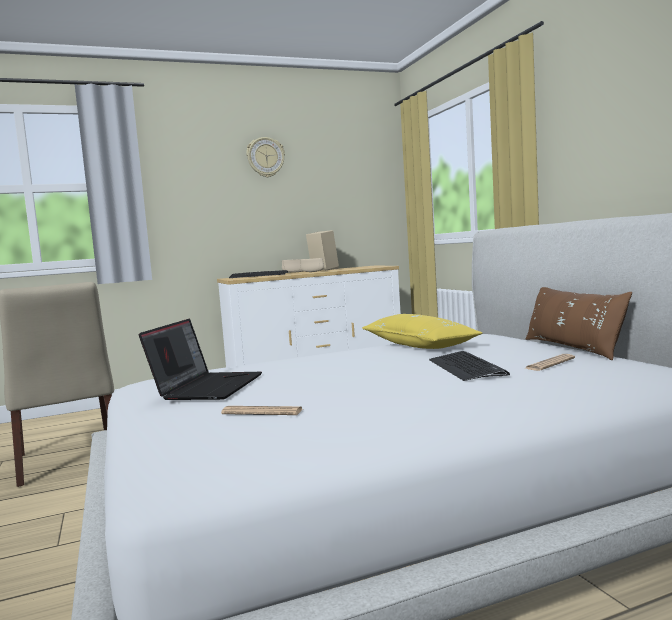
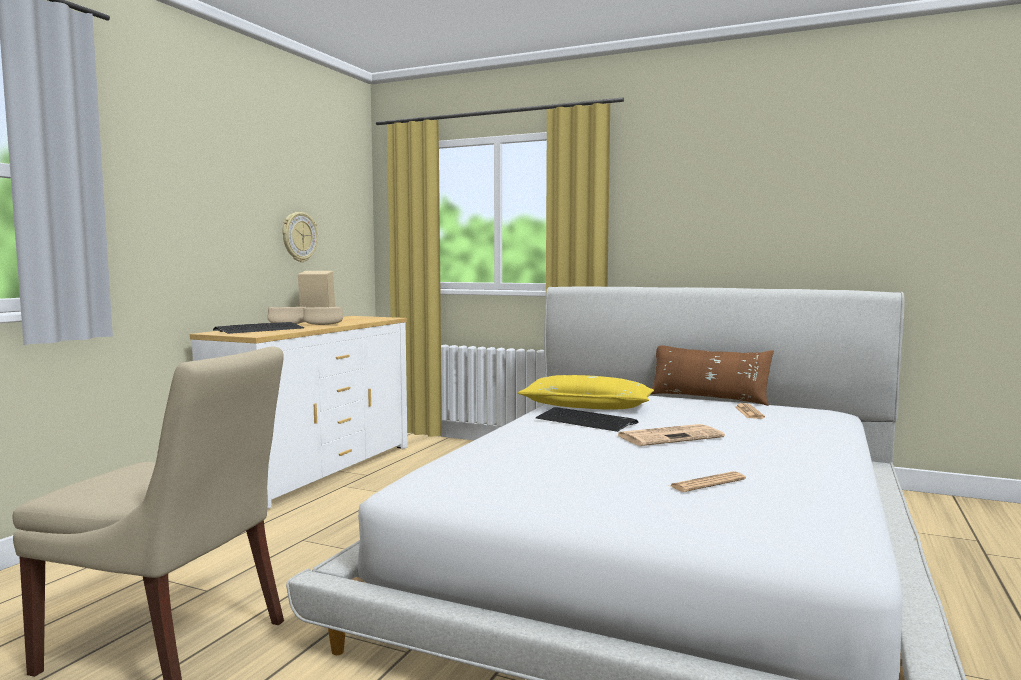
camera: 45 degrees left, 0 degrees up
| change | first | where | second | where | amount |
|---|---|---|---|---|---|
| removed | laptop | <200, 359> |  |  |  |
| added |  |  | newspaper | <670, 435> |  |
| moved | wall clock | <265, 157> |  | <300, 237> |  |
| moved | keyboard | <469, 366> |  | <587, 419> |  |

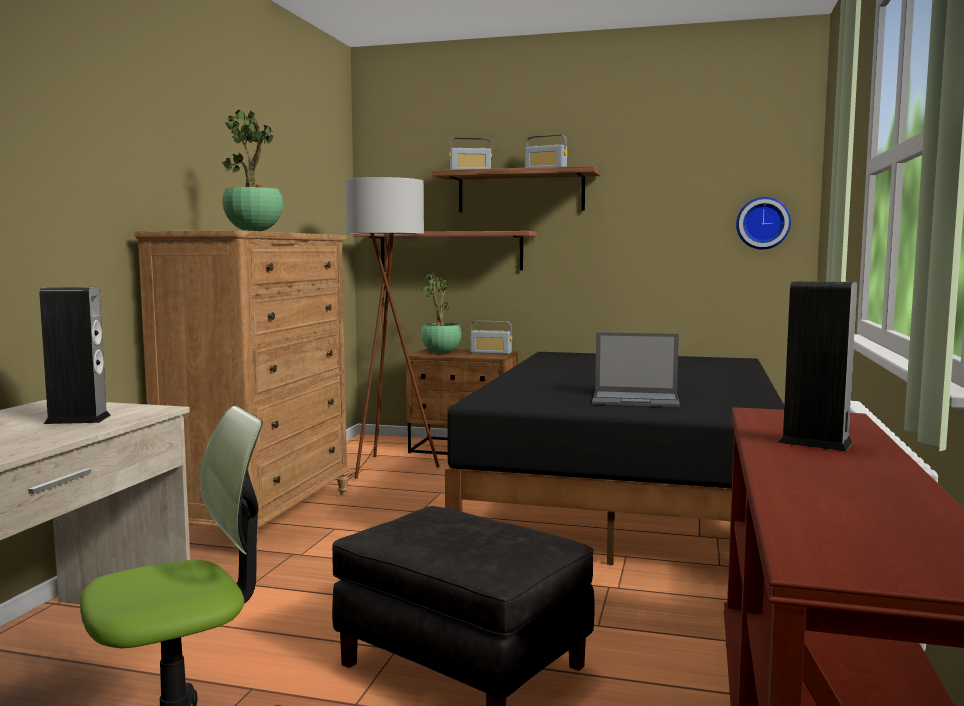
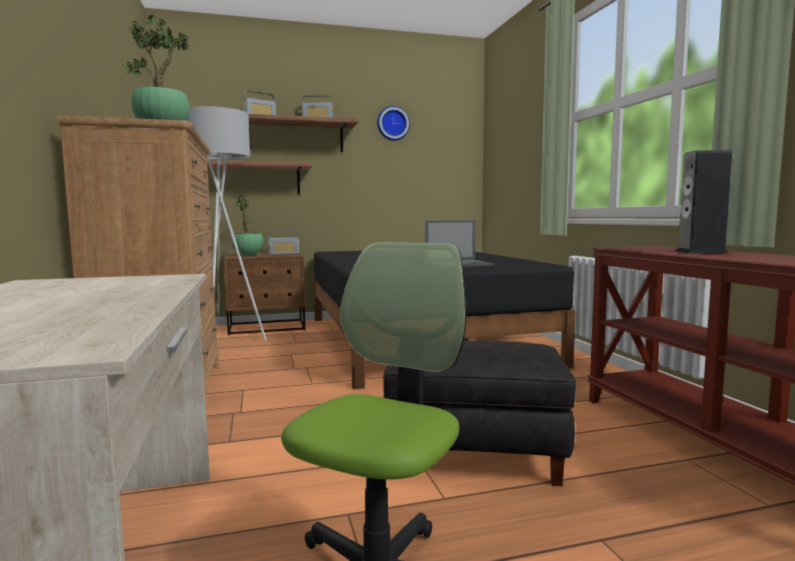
camera: 30 degrees left, 0 degrees up
| change | first | where | second | where | amount |
|---|---|---|---|---|---|
| removed | speaker | <75, 355> |  |  |  |
| moved | wall clock | <763, 223> |  | <393, 123> |  |
| recoloured | floor lamp (brown) | <388, 328> | floor lamp (white) | <226, 223> |  |

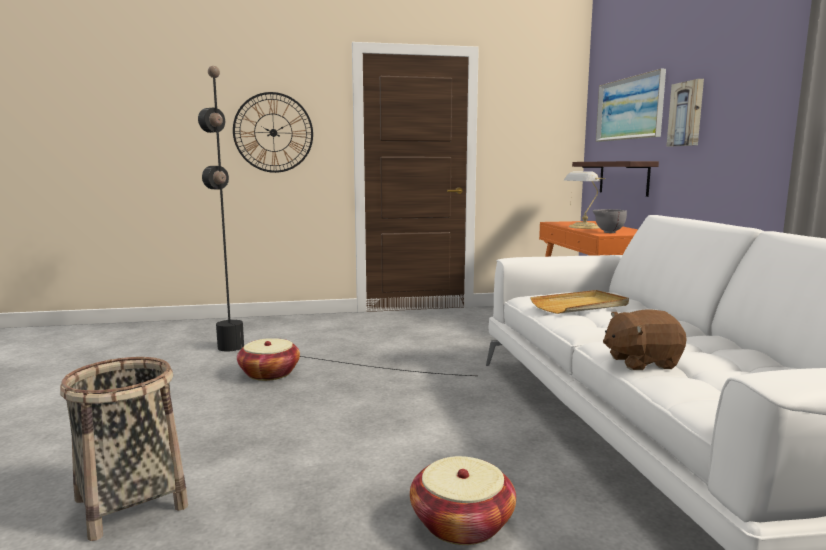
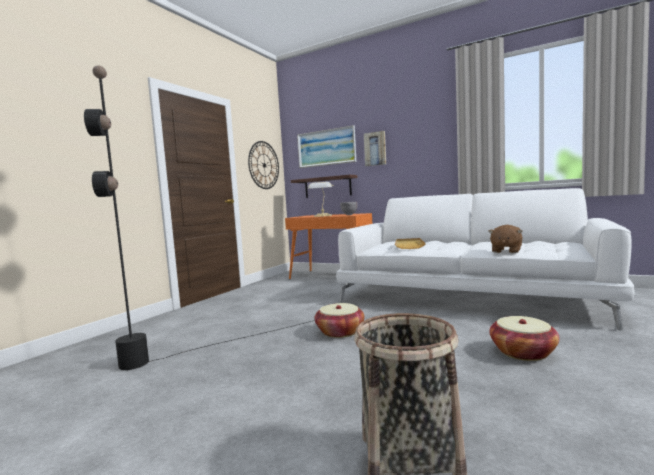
camera: 50 degrees left, 5 degrees down
| change | first | where | second | where | amount |
|---|---|---|---|---|---|
| moved | wall clock | <273, 132> |  | <263, 165> |  |
| moved | basket | <268, 359> |  | <339, 320> |  |

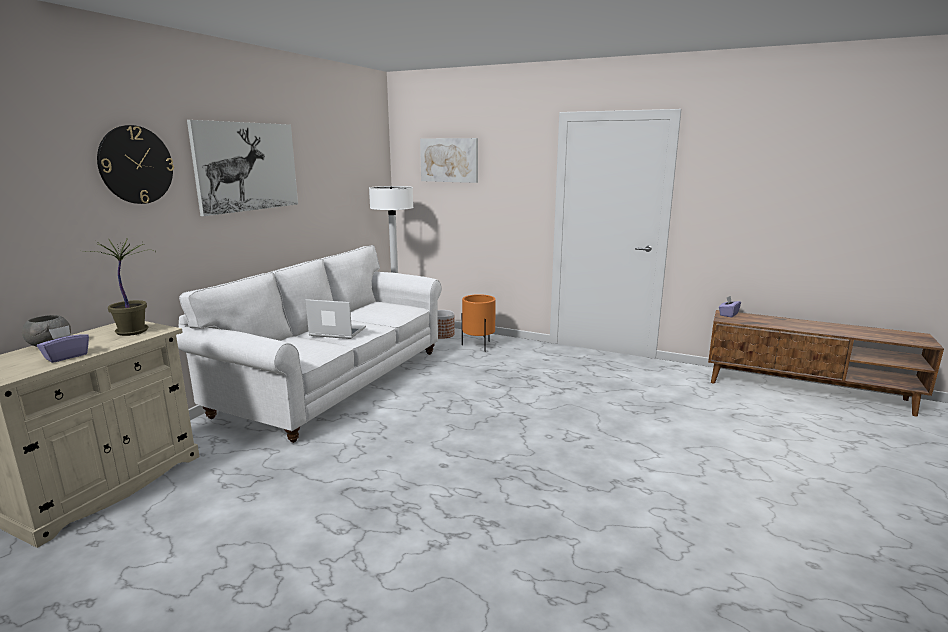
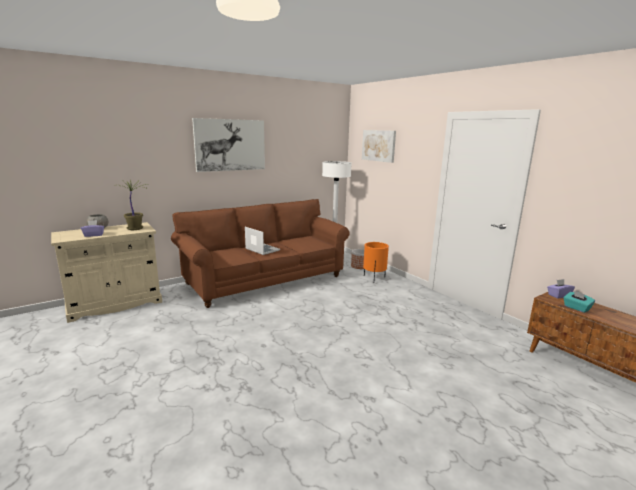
camera: 30 degrees right, 0 degrees up
| change | first | where | second | where | amount |
|---|---|---|---|---|---|
| removed | wall clock | <135, 164> |  |  |  |
| added |  |  | tissue box (turquoise) | <579, 302> |  |
| recoloured | sofa (white) | <308, 344> | sofa (brown) | <260, 253> |  |

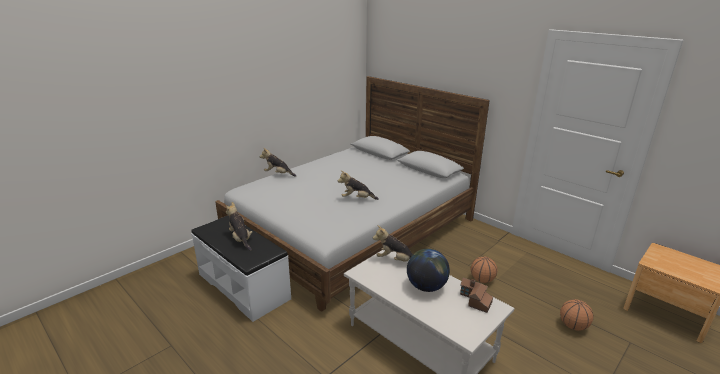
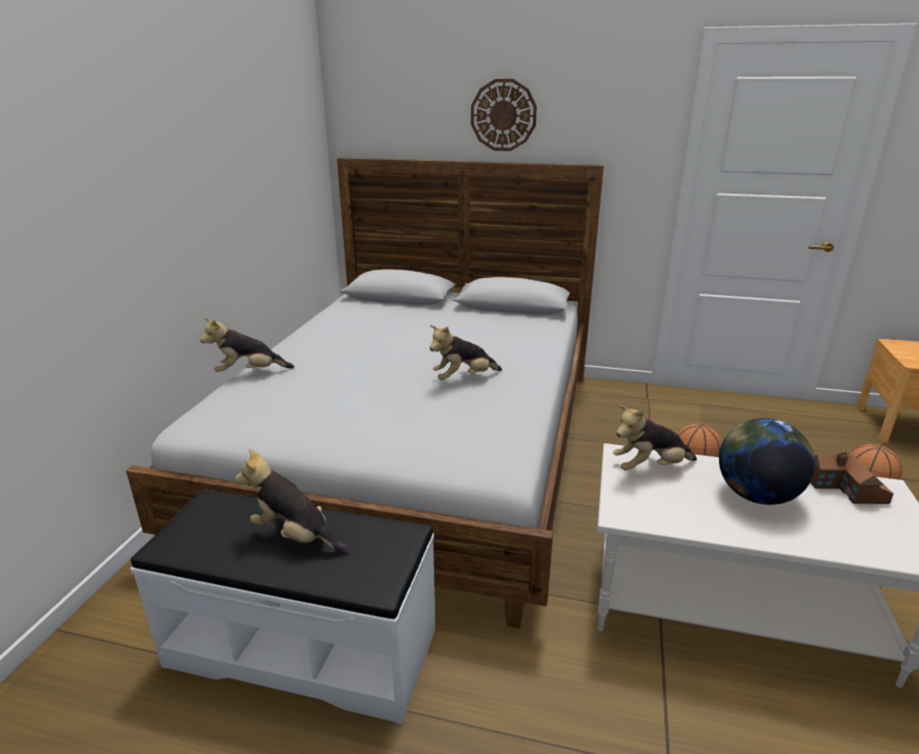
camera: 30 degrees left, 0 degrees up
| change | first | where | second | where | amount |
|---|---|---|---|---|---|
| added |  |  | wall clock | <504, 115> |  |

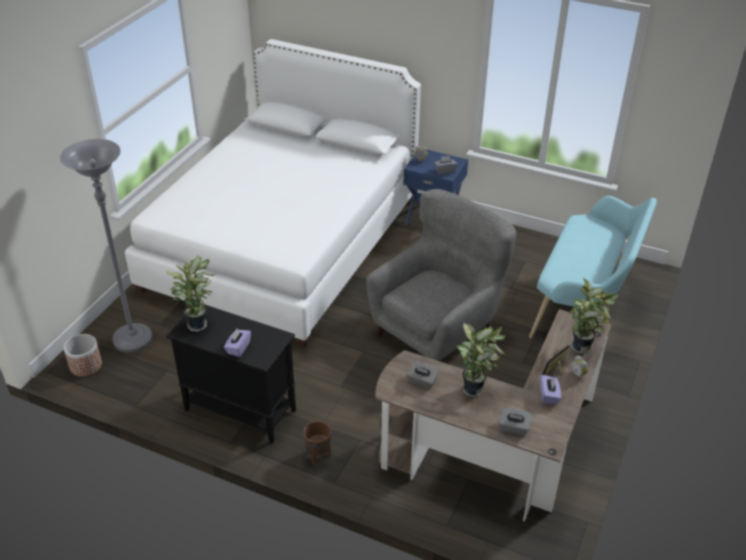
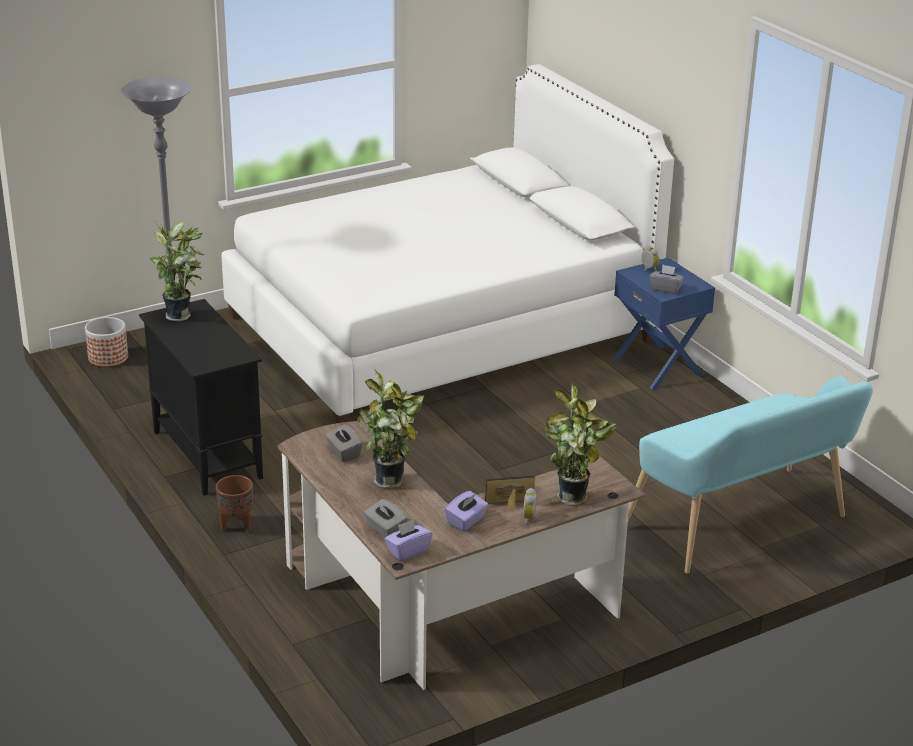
camera: 35 degrees right, 10 degrees down
| change | first | where | second | where | amount |
|---|---|---|---|---|---|
| removed | armchair (grey) | <441, 274> |  |  |  |
| moved | tissue box (purple) | <237, 343> |  | <408, 540> |  |

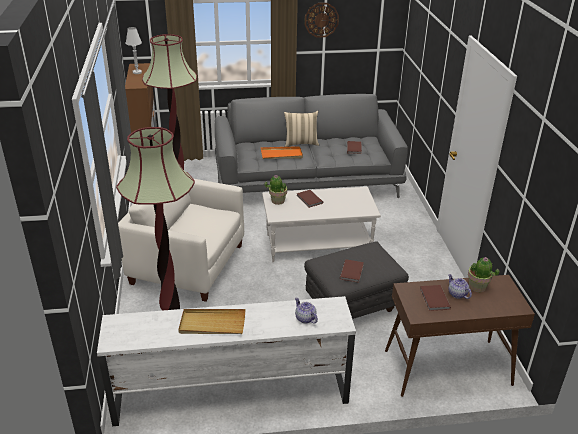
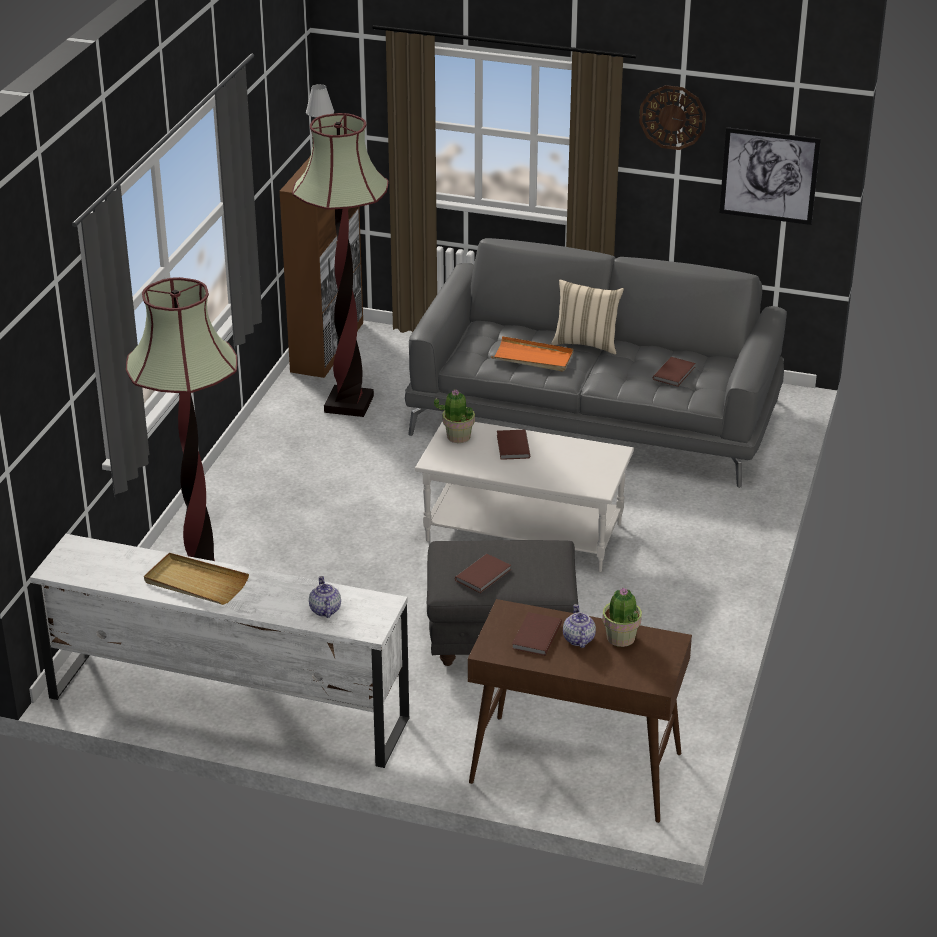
camera: 25 degrees right, 0 degrees up
| change | first | where | second | where | amount |
|---|---|---|---|---|---|
| removed | armchair (white) | <181, 240> |  |  |  |
| added |  |  | picture | <770, 176> |  |

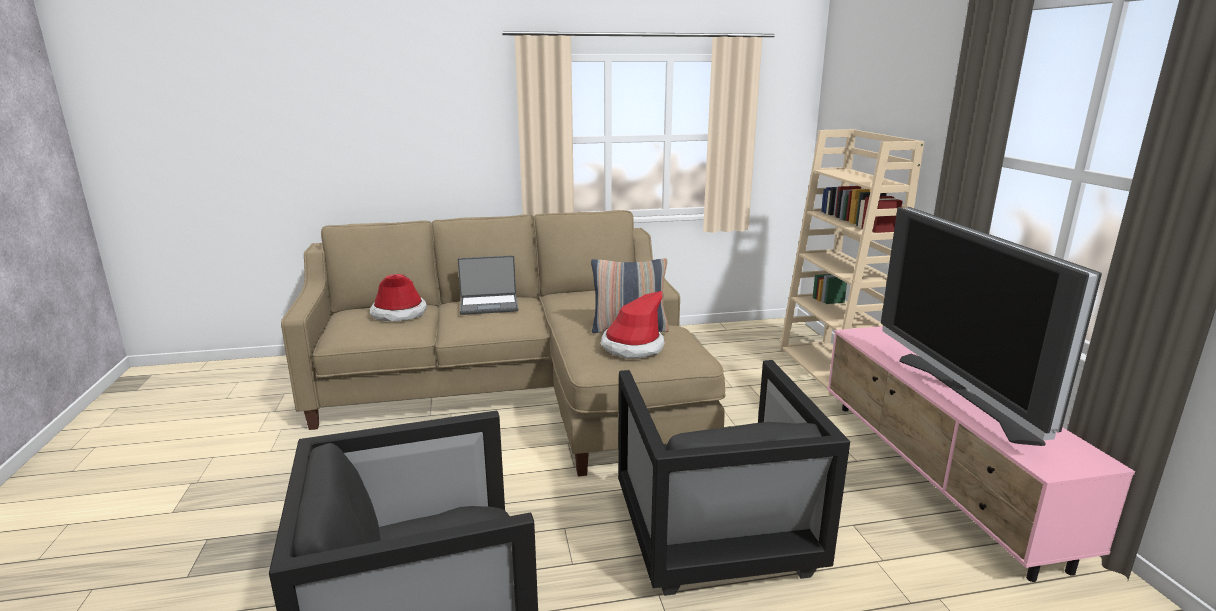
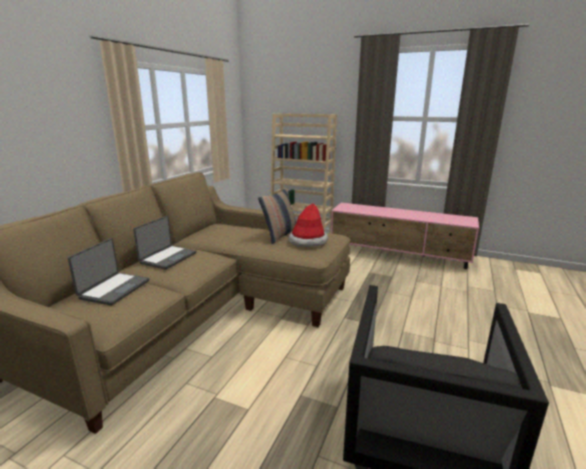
camera: 55 degrees left, 0 degrees up
| change | first | where | second | where | amount |
|---|---|---|---|---|---|
| removed | armchair (black) | <734, 478> |  |  |  |
| removed | television | <991, 326> |  |  |  |
| replaced | hat | <398, 297> | laptop | <109, 272> |  |

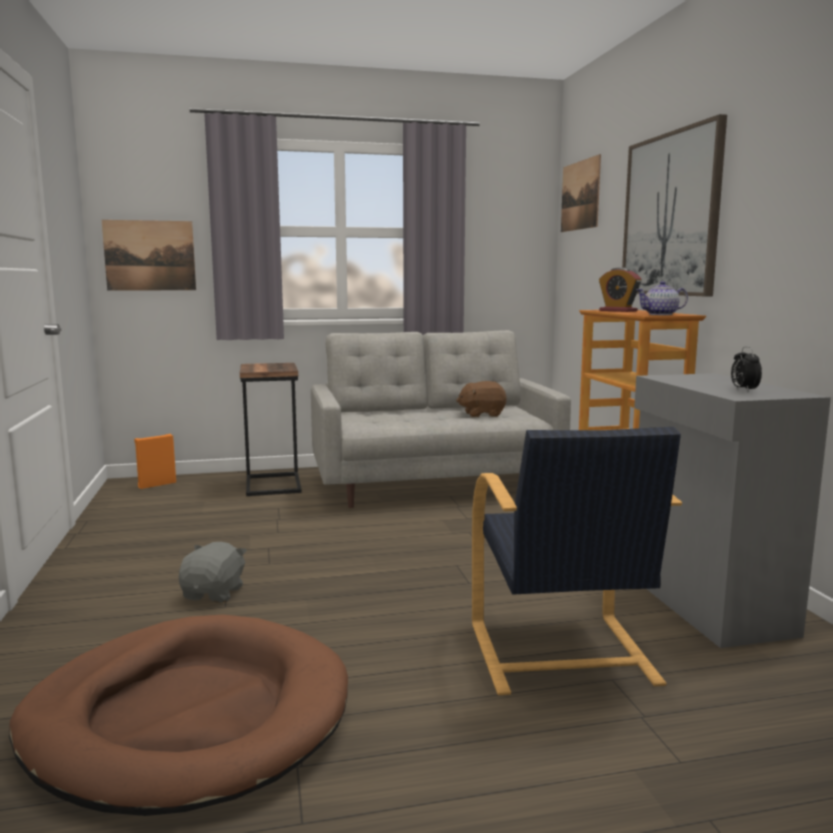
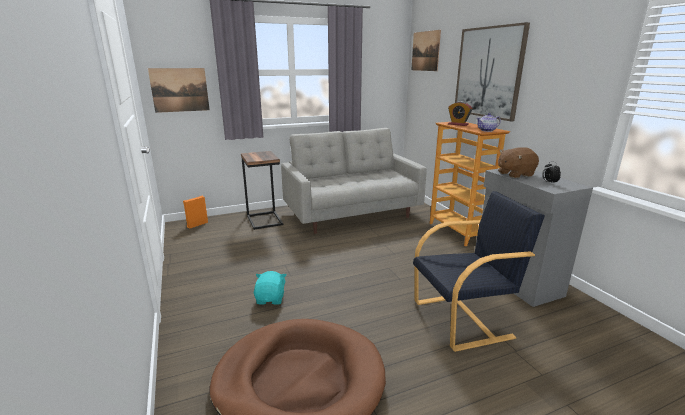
camera: 10 degrees left, 10 degrees up
| change | first | where | second | where | amount |
|---|---|---|---|---|---|
| moved | plush toy (brown) | <481, 399> |  | <518, 162> |  |
| recoloured | plush toy (grey) | <213, 572> | plush toy (turquoise) | <270, 288> |  |
| turned | armchair (black) | <577, 561> |  | <479, 271> | 90 degrees counterclockwise |

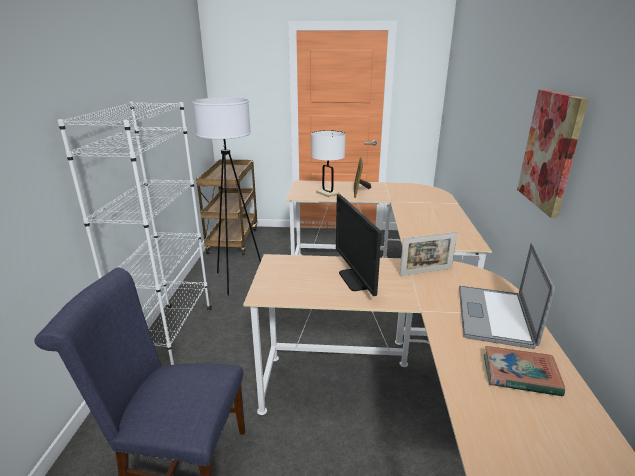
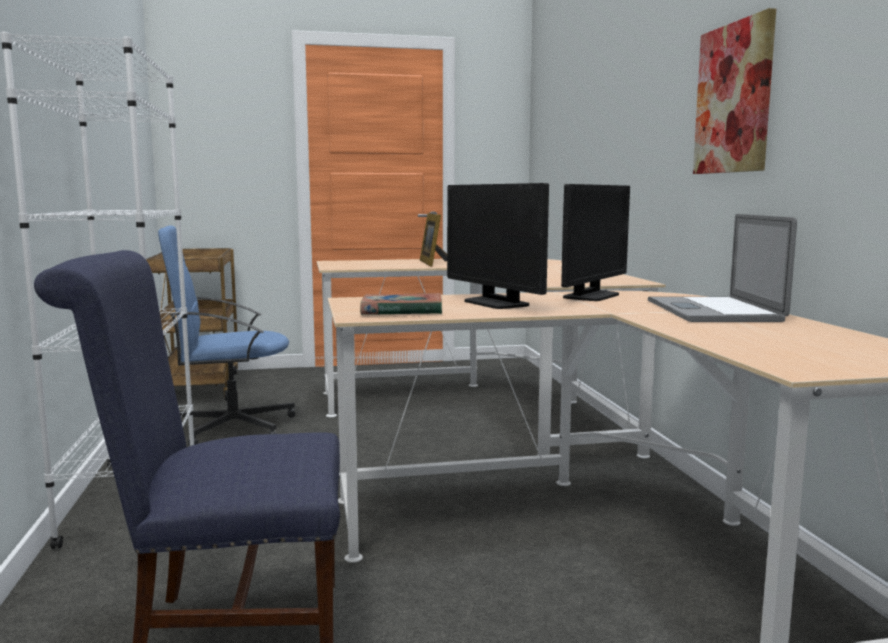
camera: 15 degrees left, 15 degrees down
| change | first | where | second | where | amount |
|---|---|---|---|---|---|
| removed | table lamp (white) | <328, 163> |  |  |  |
| moved | book | <524, 371> |  | <401, 304> |  |
| replaced | floor lamp (white) | <226, 196> | office chair (blue) | <227, 336> |  |
| replaced | picture frame | <428, 254> | monitor | <595, 242> |  |

